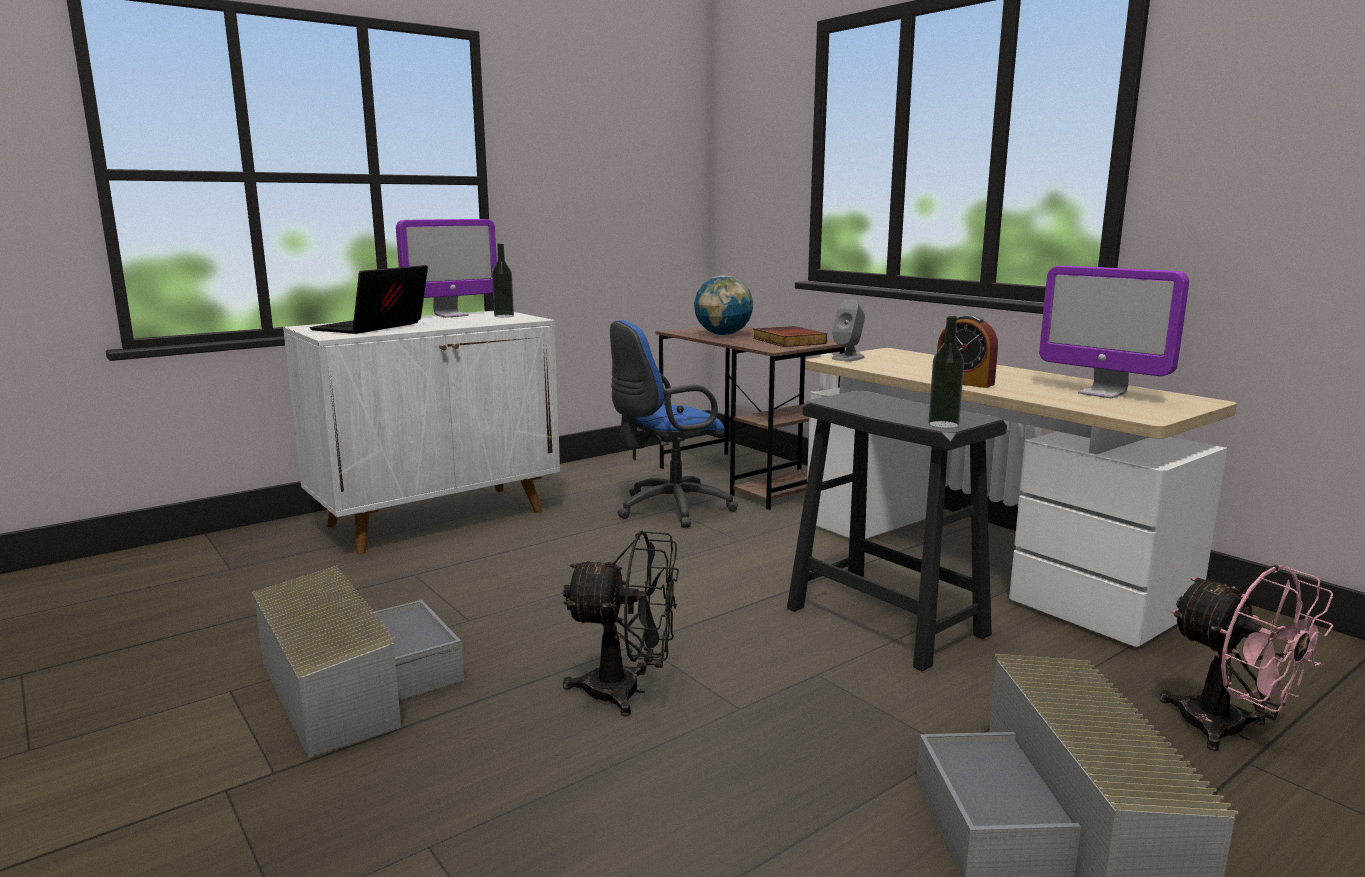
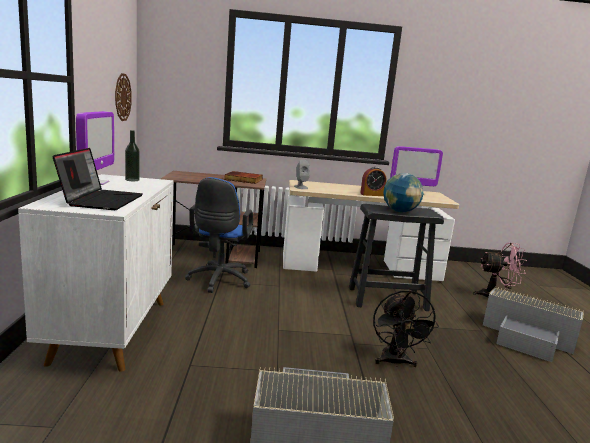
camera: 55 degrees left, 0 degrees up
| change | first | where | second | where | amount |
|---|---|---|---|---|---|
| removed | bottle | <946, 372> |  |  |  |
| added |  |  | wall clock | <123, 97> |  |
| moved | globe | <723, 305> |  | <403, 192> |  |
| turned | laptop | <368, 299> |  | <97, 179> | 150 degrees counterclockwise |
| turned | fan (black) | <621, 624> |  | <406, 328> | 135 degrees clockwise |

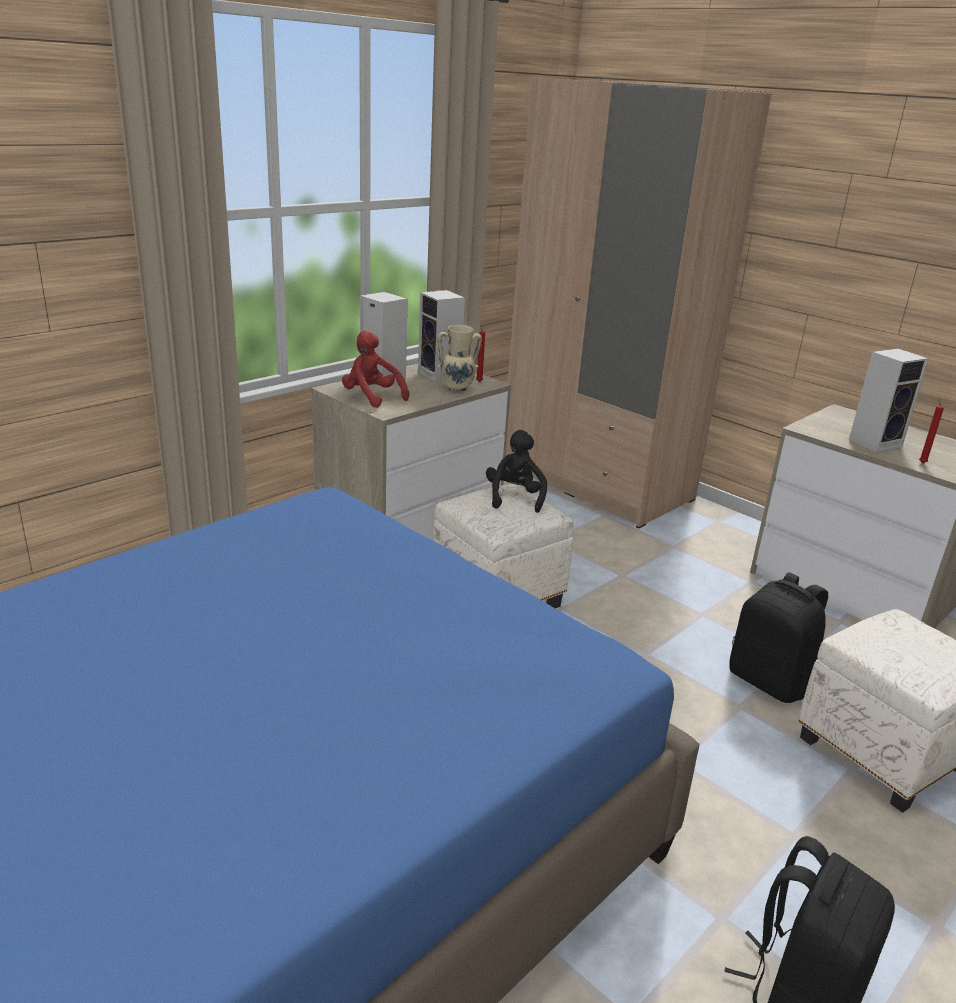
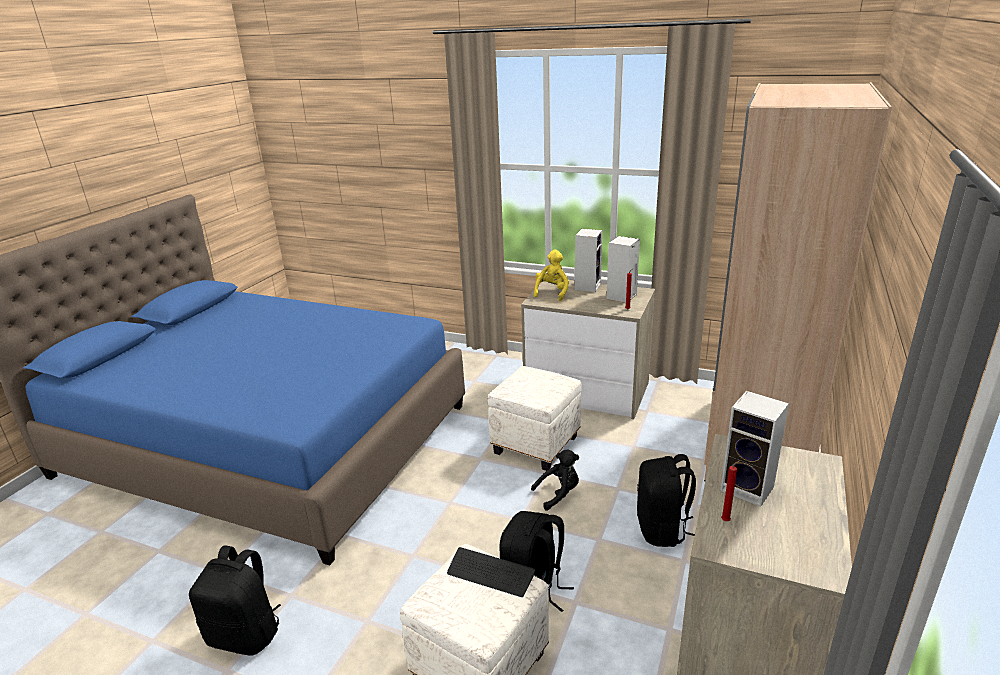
camera: 70 degrees right, 0 degrees up
| change | first | where | second | where | amount |
|---|---|---|---|---|---|
| removed | vase (beige) | <459, 358> |  |  |  |
| added |  |  | keyboard | <491, 572> |  |
| added |  |  | backpack (black) | <666, 500> |  |
| moved | plush toy (black) | <516, 471> |  | <555, 479> |  |
| recoloured | plush toy (red) | <375, 369> | plush toy (yellow) | <551, 275> |  |

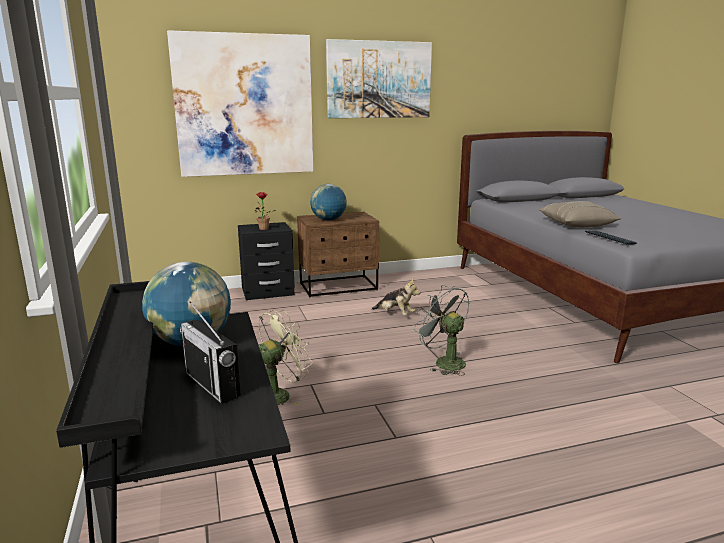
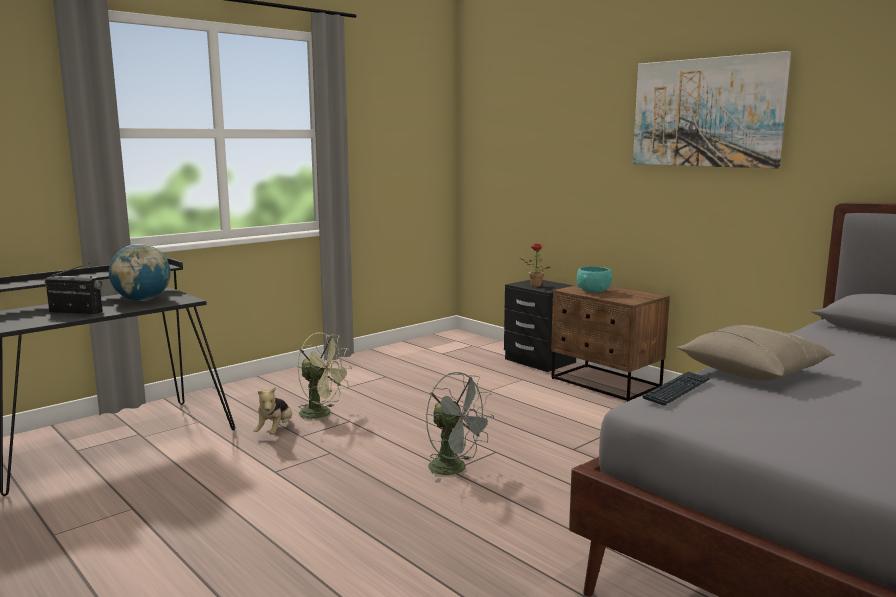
camera: 65 degrees right, 5 degrees down
| change | first | where | second | where | amount |
|---|---|---|---|---|---|
| removed | picture | <240, 103> |  |  |  |
| moved | plush toy | <396, 296> |  | <272, 411> |  |
| replaced | globe | <328, 202> | bowl (turquoise) | <594, 279> |  |
| turned | radio | <210, 352> |  | <74, 289> | 75 degrees clockwise |
| turned | fan (grey) | <441, 330> |  | <460, 427> | 105 degrees clockwise |

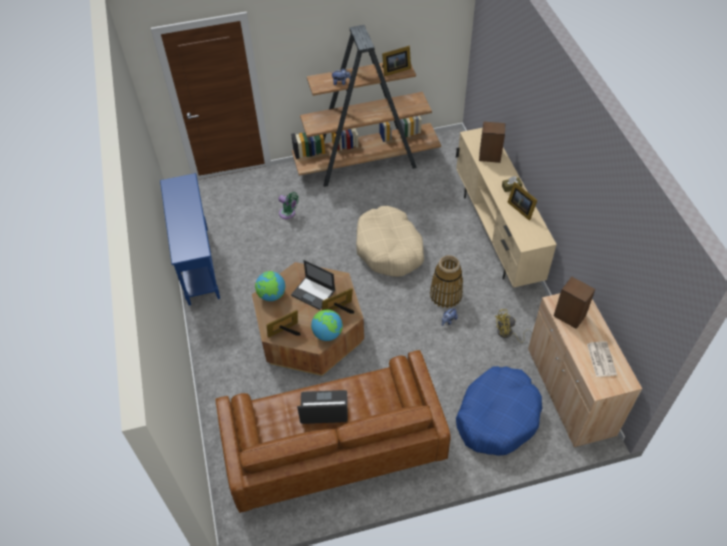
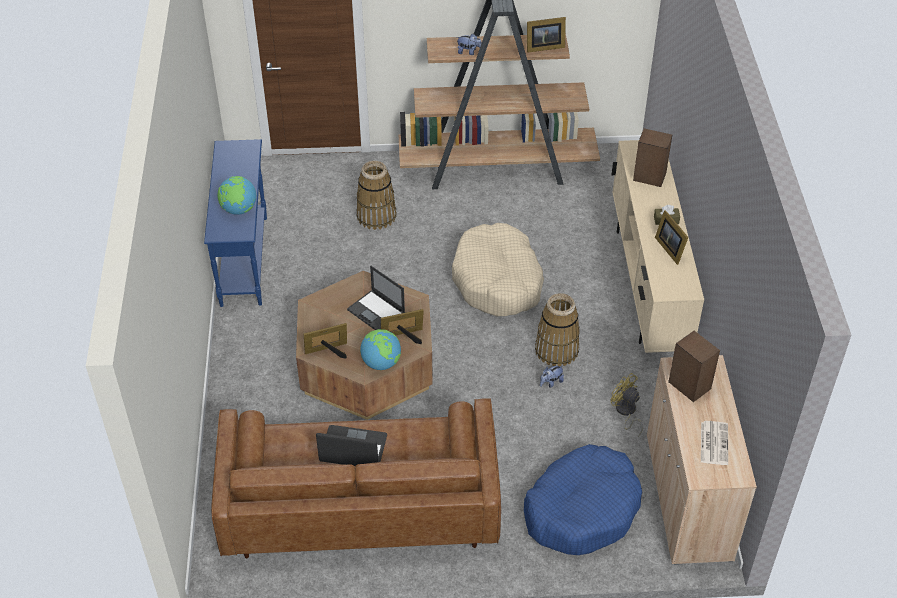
camera: 10 degrees right, 5 degrees down
| change | first | where | second | where | amount |
|---|---|---|---|---|---|
| moved | globe | <270, 286> |  | <236, 195> |  |
| replaced | fan (green) | <288, 205> | basket | <376, 195> |  |
| turned | fan (yellow) | <513, 326> |  | <627, 405> | 45 degrees clockwise |

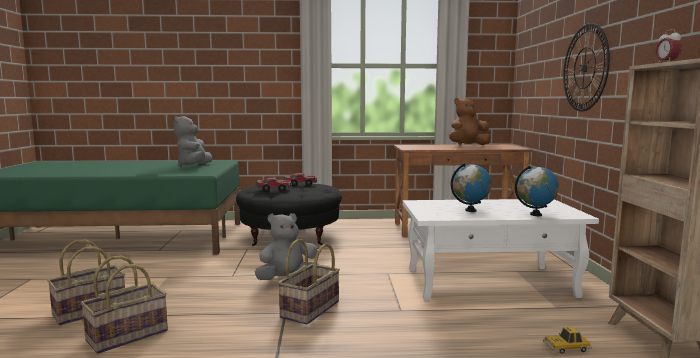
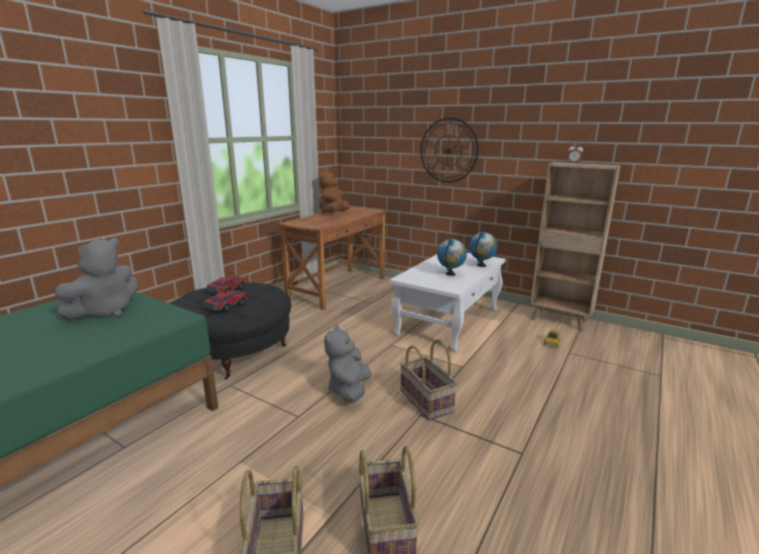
camera: 55 degrees left, 10 degrees up
| change | first | where | second | where | amount |
|---|---|---|---|---|---|
| turned | plush toy (grey) | <192, 141> |  | <96, 279> | 90 degrees counterclockwise |

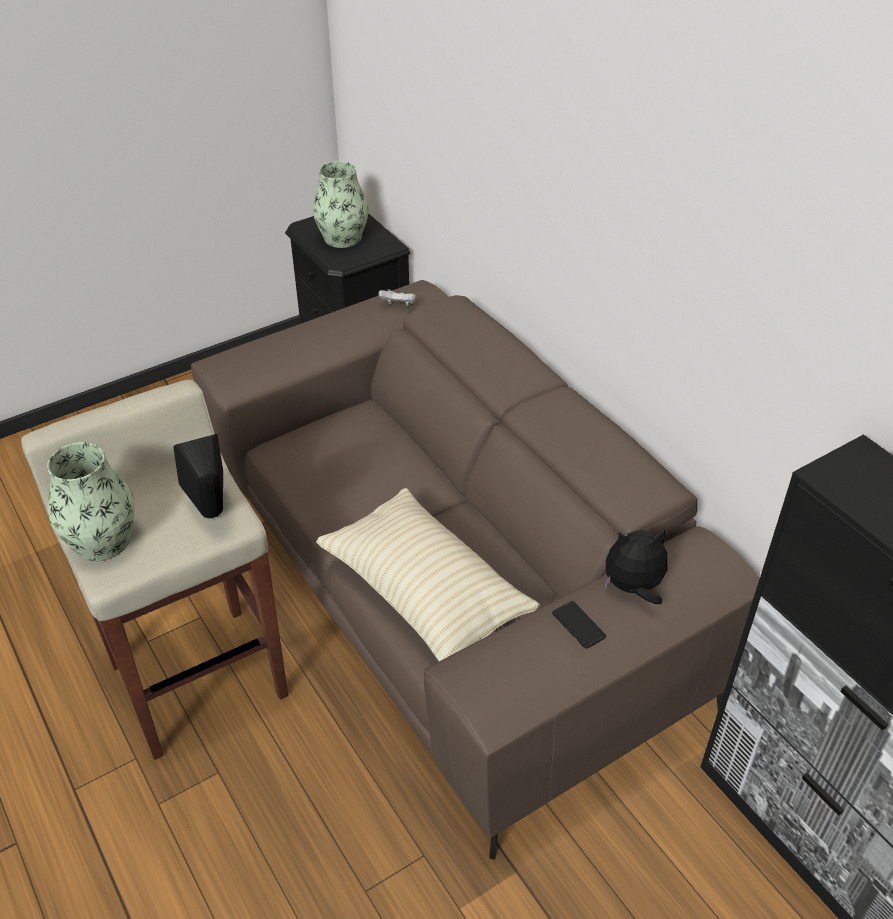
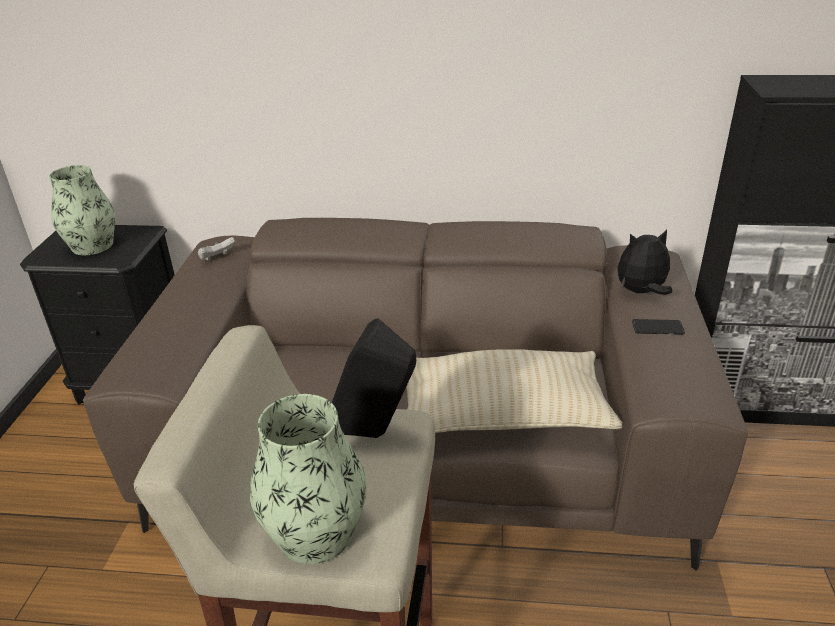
camera: 50 degrees left, 10 degrees down
| change | first | where | second | where | amount |
|---|---|---|---|---|---|
| turned | plush toy | <635, 566> |  | <644, 262> | 45 degrees clockwise |

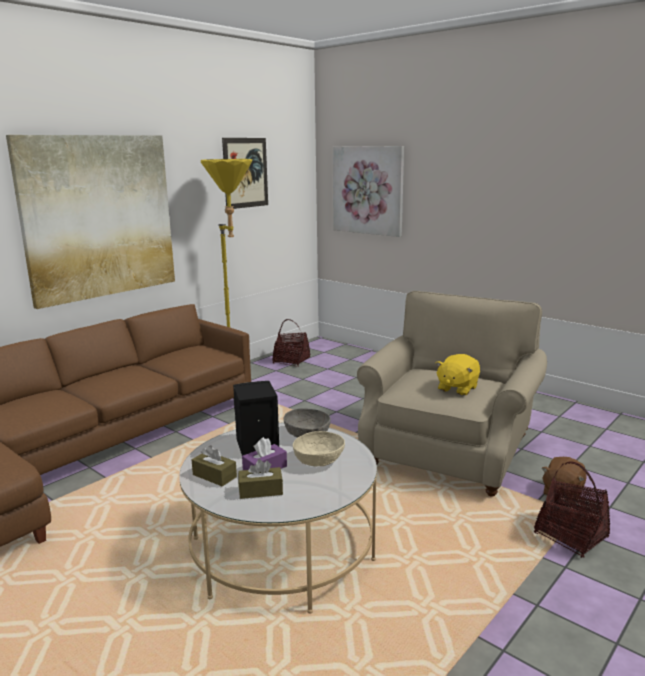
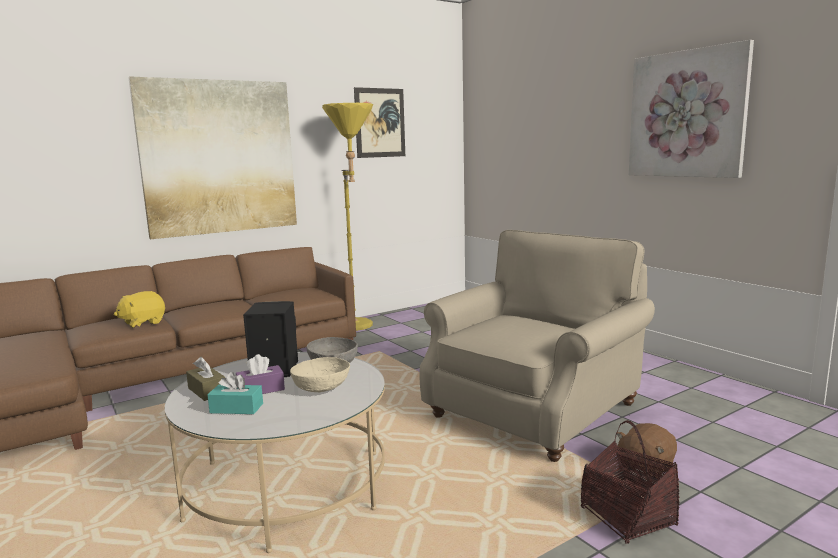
camera: 15 degrees right, 5 degrees down
| change | first | where | second | where | amount |
|---|---|---|---|---|---|
| removed | basket | <291, 343> |  |  |  |
| moved | picture | <368, 191> |  | <691, 109> |  |
| moved | plush toy (yellow) | <458, 375> |  | <139, 309> |  |
| recoloured | tissue box (brown) | <260, 479> | tissue box (turquoise) | <235, 393> |  |

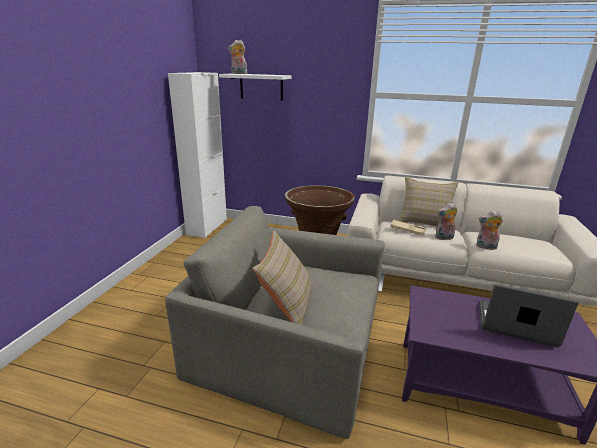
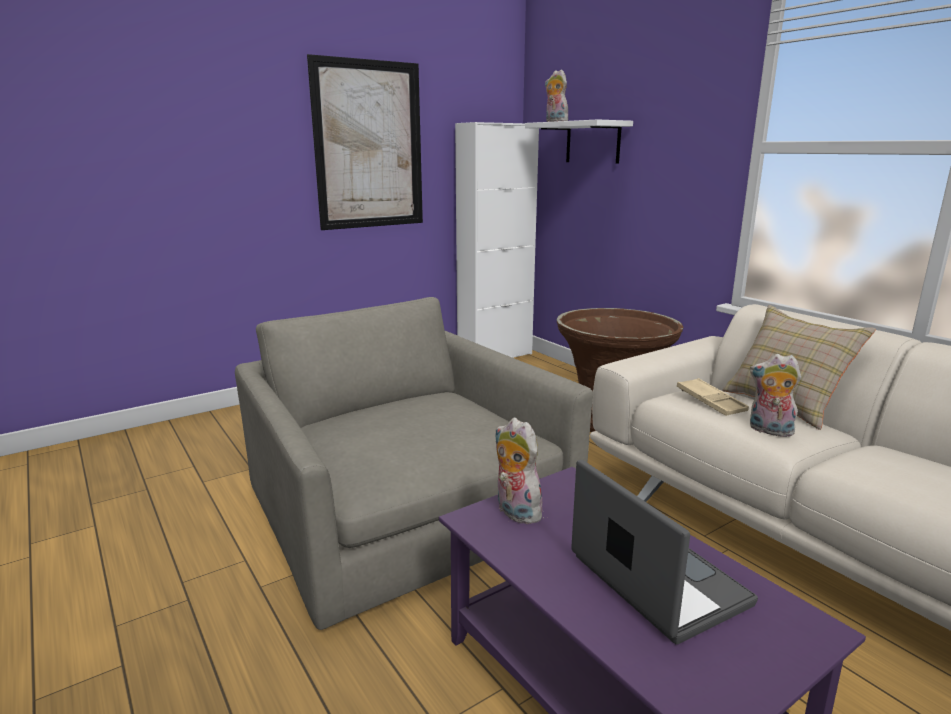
camera: 40 degrees right, 5 degrees down
| change | first | where | second | where | amount |
|---|---|---|---|---|---|
| removed | pillow (beige) | <282, 278> |  |  |  |
| added |  |  | picture | <365, 142> |  |
| moved | plush toy | <489, 230> |  | <518, 471> |  |

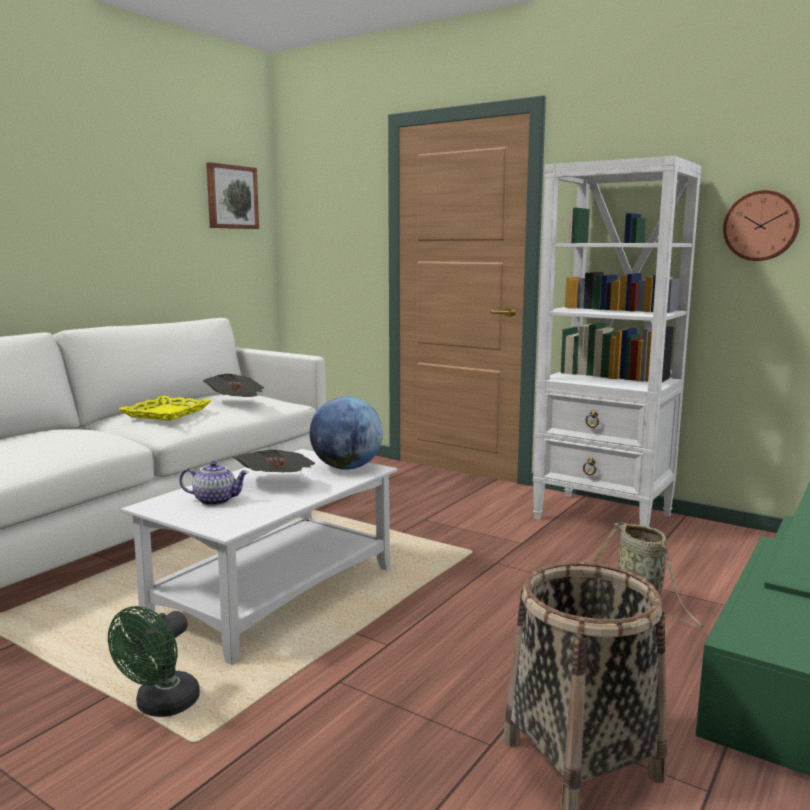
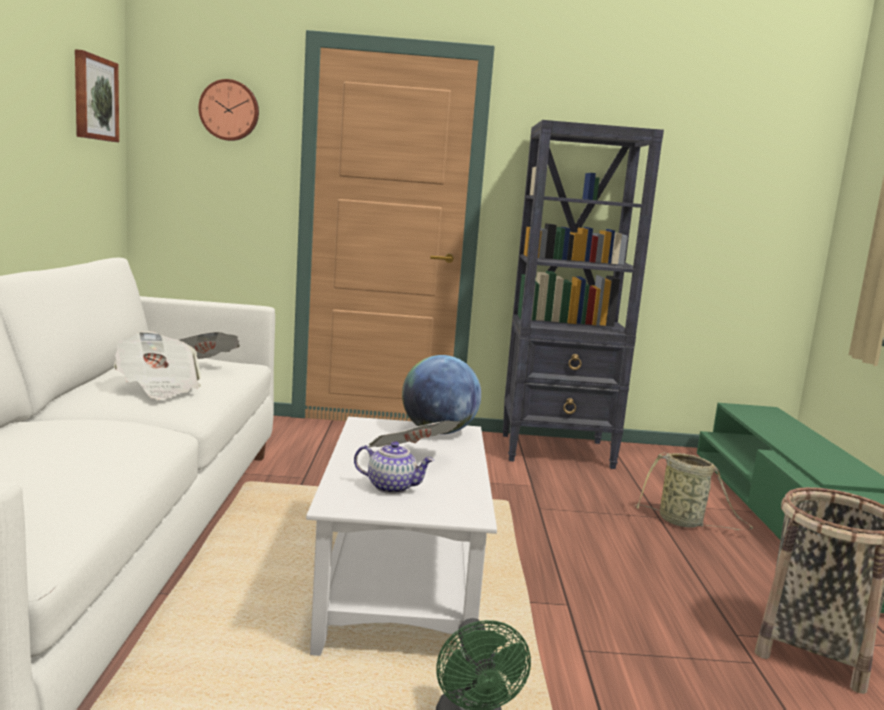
camera: 35 degrees left, 0 degrees up
| change | first | where | second | where | amount |
|---|---|---|---|---|---|
| moved | wall clock | <761, 225> |  | <229, 110> |  |
| replaced | tray (yellow) | <165, 408> | newspaper | <157, 365> |  |
| recoloured | bookcase (white) | <617, 341> | bookcase (black) | <583, 294> |  |
| turned | teapot | <214, 483> |  | <394, 467> | 45 degrees clockwise |

